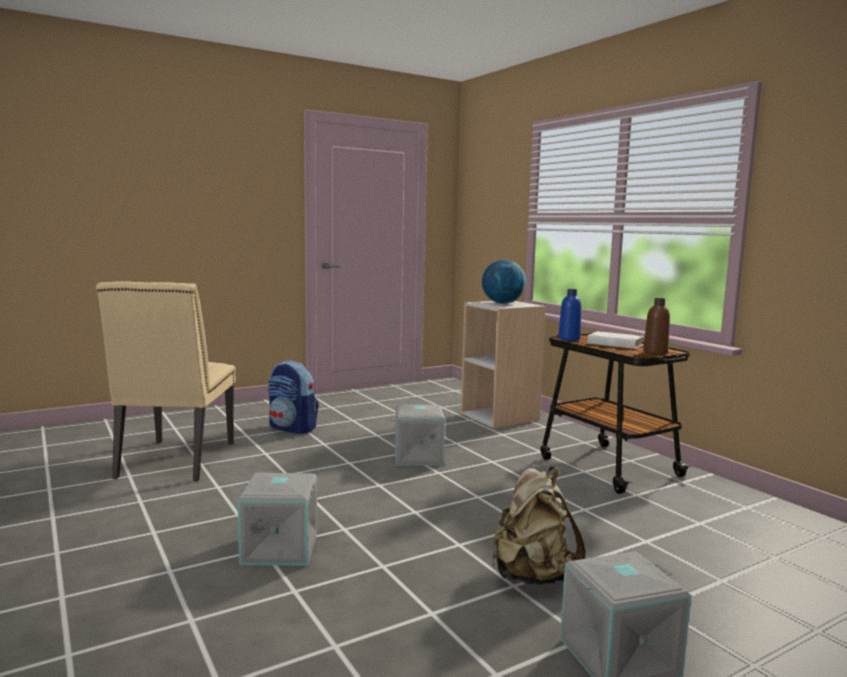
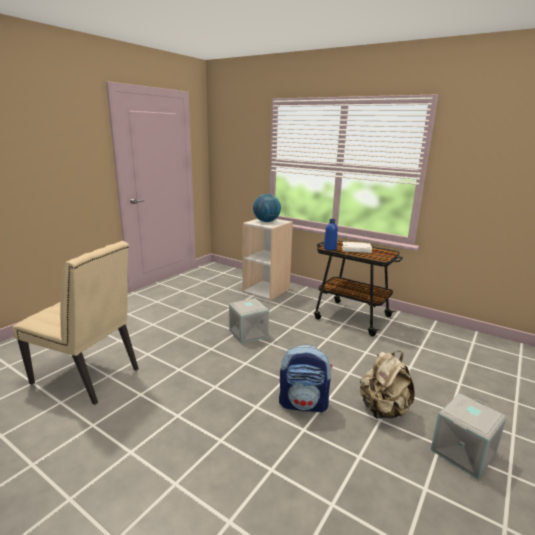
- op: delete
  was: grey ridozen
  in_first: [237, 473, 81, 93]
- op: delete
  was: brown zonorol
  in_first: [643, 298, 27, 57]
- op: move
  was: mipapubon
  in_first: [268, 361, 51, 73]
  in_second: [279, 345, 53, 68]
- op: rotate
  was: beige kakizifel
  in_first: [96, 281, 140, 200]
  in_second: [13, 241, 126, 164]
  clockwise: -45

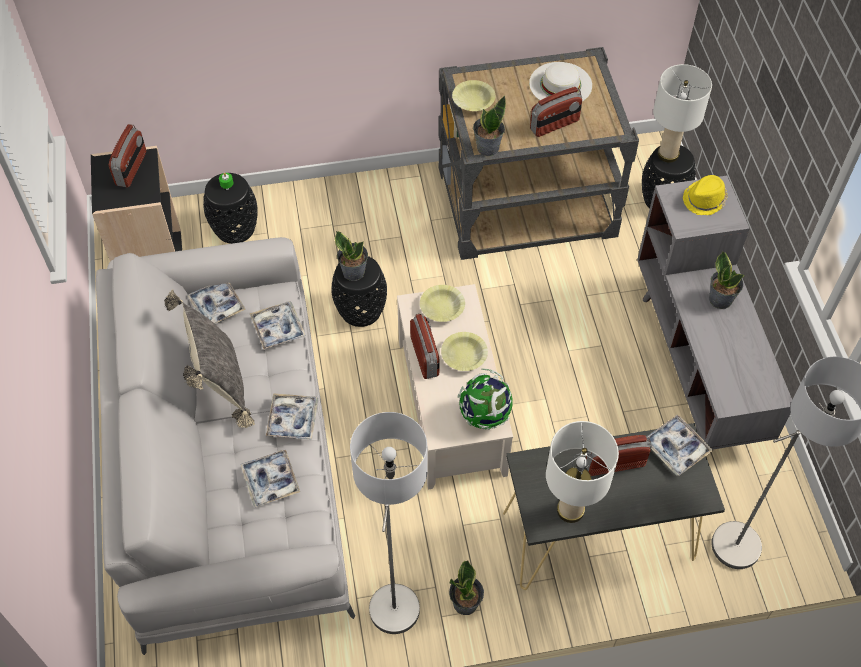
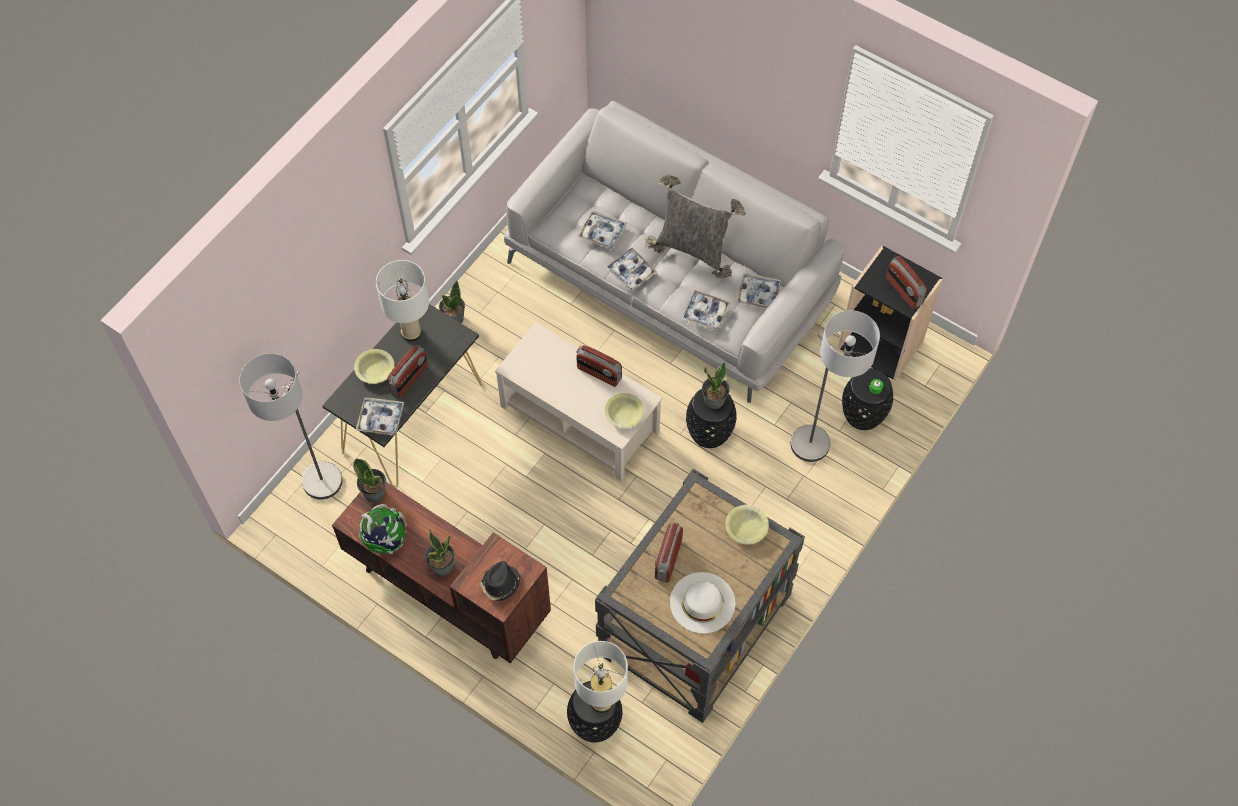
- op: move
  was: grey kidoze
  in_first: [350, 412, 78, 222]
  in_second: [791, 310, 89, 152]
- op: move
  was: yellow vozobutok
  in_first: [441, 332, 47, 39]
  in_second: [354, 349, 41, 35]
- op: move
  was: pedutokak
  in_first: [458, 368, 55, 62]
  in_second: [359, 504, 47, 50]
- op: move
  was: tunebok
  in_first: [473, 96, 33, 60]
  in_second: [353, 458, 33, 45]
- op: recolor
  was: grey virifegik
  now: brown virifegik
  in_first: [637, 176, 155, 274]
  in_second: [332, 482, 219, 182]
- op: recolor
  was: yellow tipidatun
  now: black tipidatun
  in_first: [683, 175, 45, 40]
  in_second: [480, 561, 40, 40]

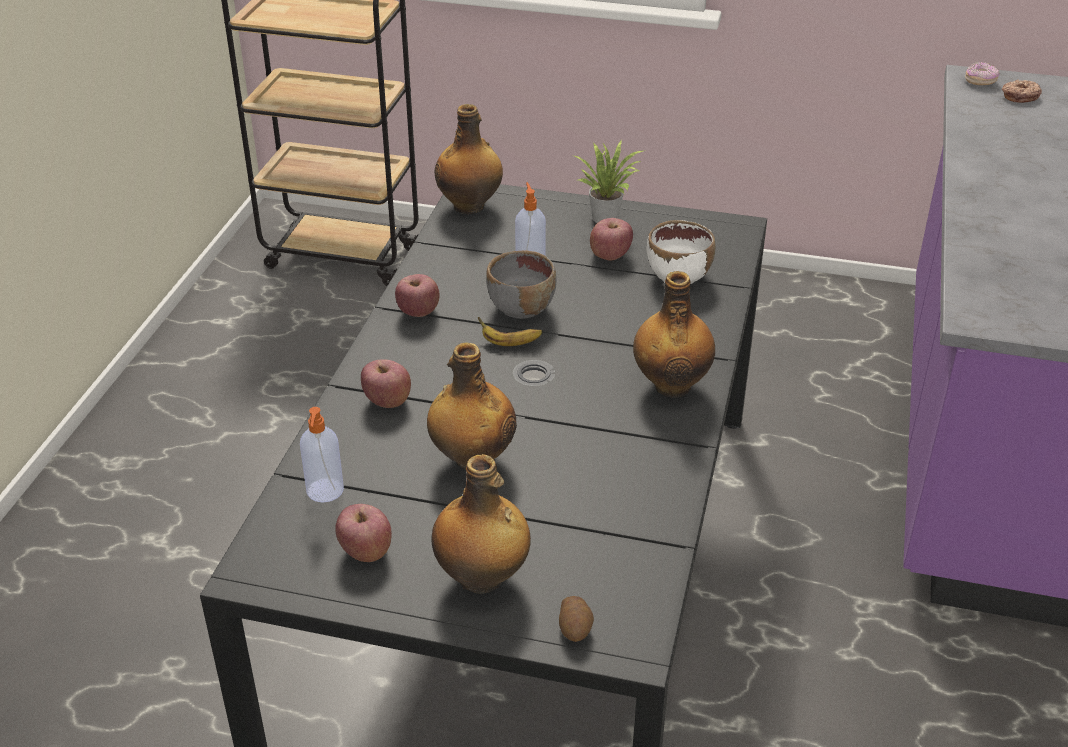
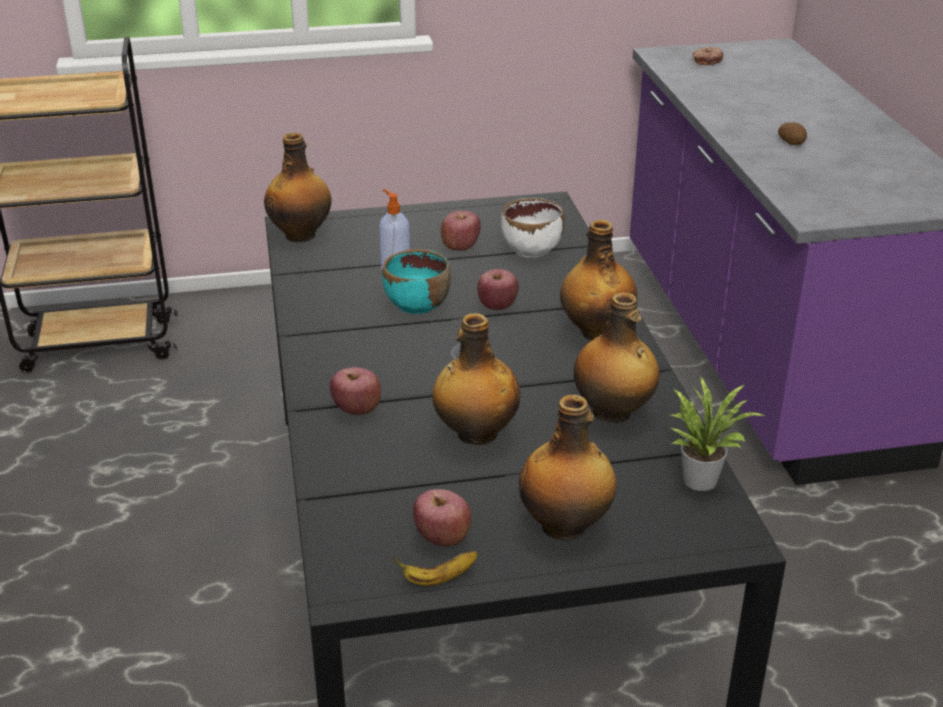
- op: delete
  was: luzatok
  in_first: [300, 407, 44, 96]
- op: delete
  was: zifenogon
  in_first: [965, 62, 35, 23]
- op: insert
  now: zonorol
  in_second: [574, 292, 85, 131]
- op: move
  was: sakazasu
  in_first: [395, 274, 45, 43]
  in_second: [477, 269, 42, 41]
- op: move
  was: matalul
  in_first: [478, 317, 65, 29]
  in_second: [392, 551, 86, 35]
- op: move
  was: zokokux
  in_first: [559, 596, 35, 46]
  in_second: [778, 123, 29, 22]
- op: move
  was: tunebok
  in_first: [575, 141, 68, 82]
  in_second: [671, 377, 95, 114]
- op: recolor
  was: grey vozobutok
  now: turquoise vozobutok
  in_first: [486, 250, 70, 69]
  in_second: [382, 249, 69, 65]

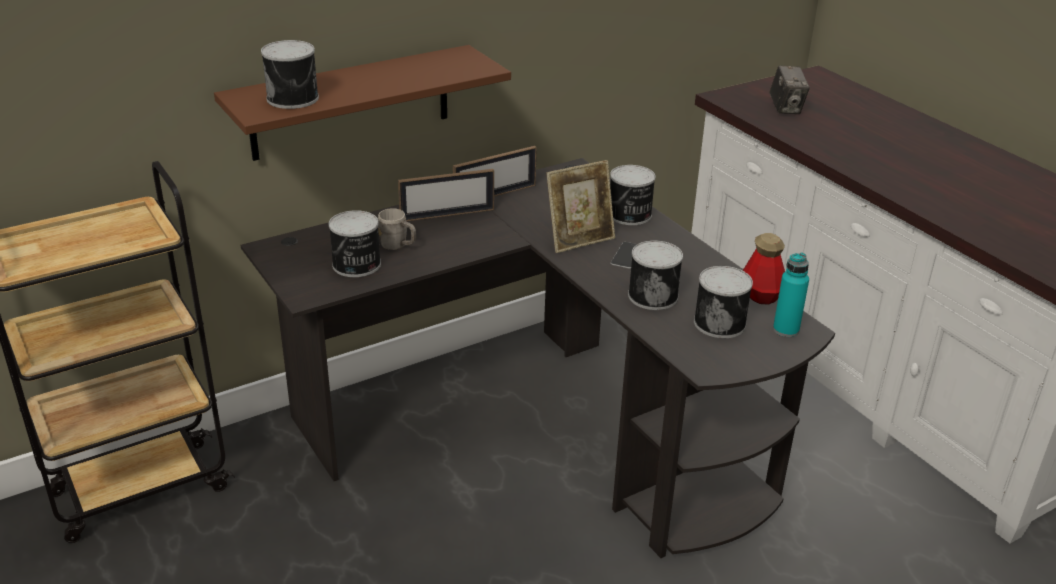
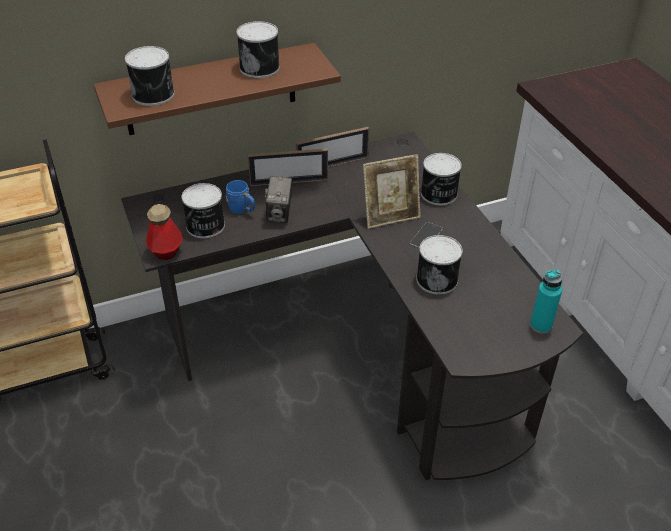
- op: move
  was: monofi
  in_first: [694, 266, 59, 72]
  in_second: [237, 21, 43, 57]
- op: move
  was: zonorol
  in_first: [743, 233, 42, 72]
  in_second: [146, 204, 37, 56]
- op: move
  was: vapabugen
  in_first: [769, 65, 41, 49]
  in_second: [265, 176, 27, 47]
- op: recolor
  was: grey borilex
  now: blue borilex
  in_first: [378, 208, 38, 42]
  in_second: [226, 180, 29, 34]

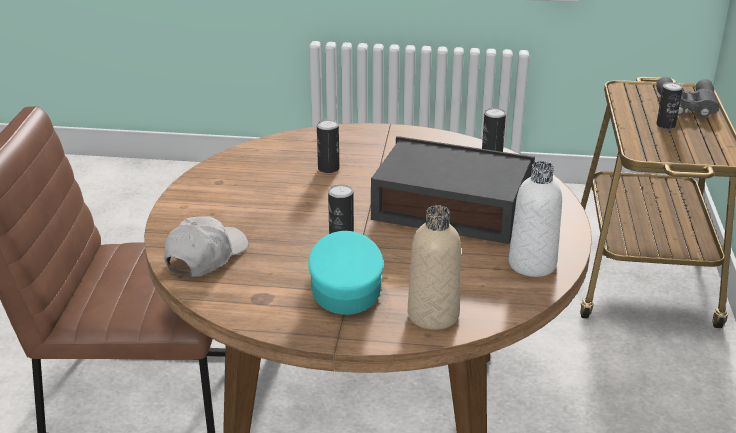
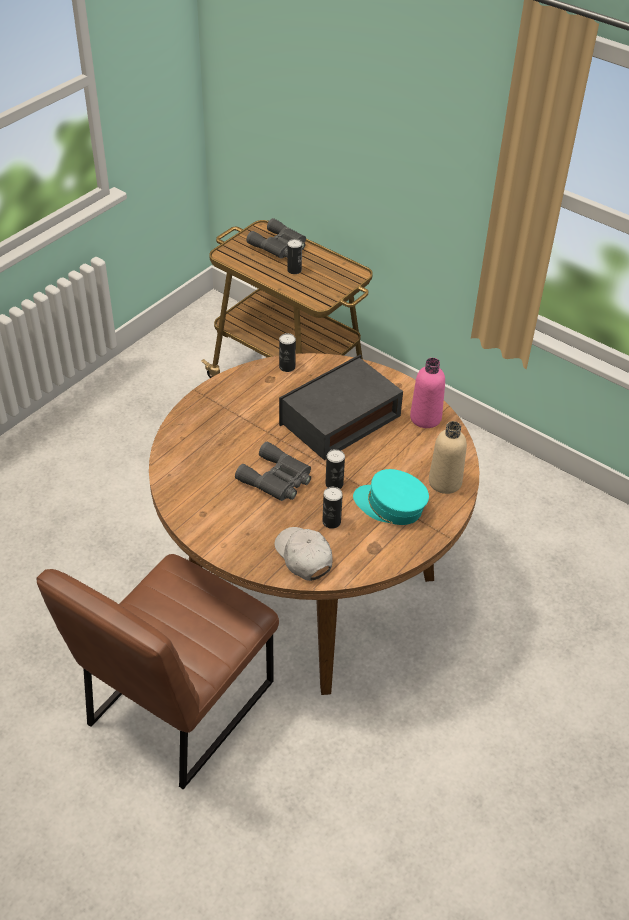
- op: insert
  now: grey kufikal
  in_second: [235, 442, 76, 59]
- op: move
  was: monofi
  in_first: [317, 119, 22, 54]
  in_second: [322, 487, 21, 42]
- op: recolor
  was: white zonorol
  now: pink zonorol
  in_first: [509, 161, 53, 116]
  in_second: [410, 358, 35, 70]

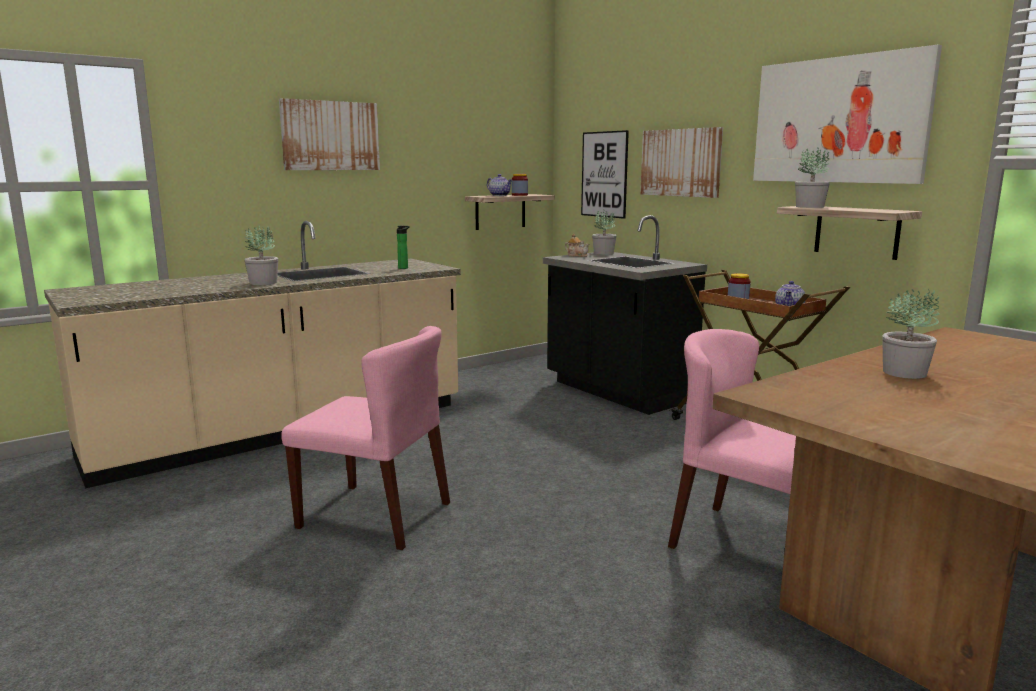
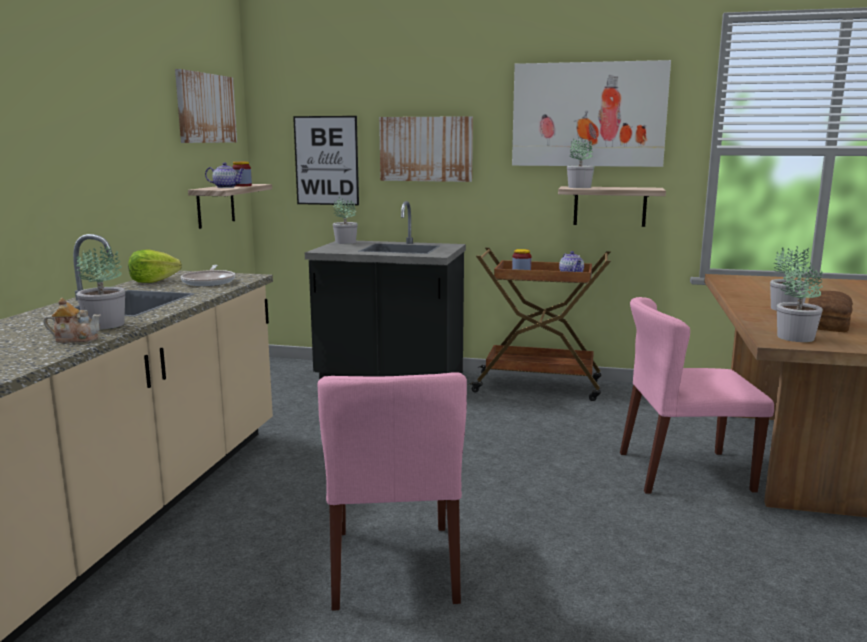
- op: insert
  now: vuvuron
  in_second: [128, 249, 54, 34]
- op: insert
  now: tunebok
  in_second: [777, 262, 46, 80]
- op: insert
  now: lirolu
  in_second: [808, 291, 45, 41]
- op: move
  was: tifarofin
  in_first: [279, 98, 101, 72]
  in_second: [175, 69, 62, 74]
- op: move
  was: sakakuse
  in_first: [565, 234, 24, 23]
  in_second: [43, 298, 58, 45]
- op: replace
  was: zonorol
  now: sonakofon
  in_first: [397, 226, 13, 43]
  in_second: [181, 265, 54, 21]
- op: rotate
  was: pink kakizifel
  in_first: [281, 326, 169, 224]
  in_second: [318, 372, 149, 239]
  clockwise: 105

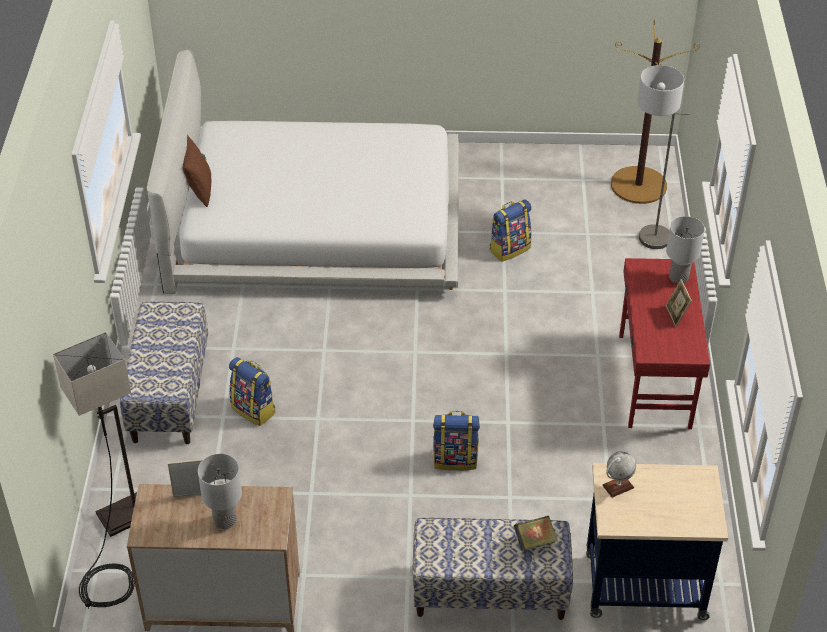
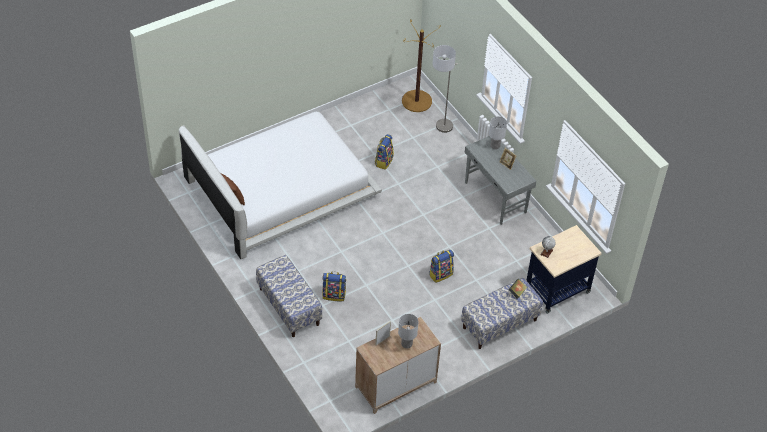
- op: delete
  was: kidoze
  in_first: [53, 332, 84, 277]
- op: recolor
  was: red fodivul
  now: grey fodivul
  in_first: [619, 258, 91, 171]
  in_second: [465, 136, 71, 89]

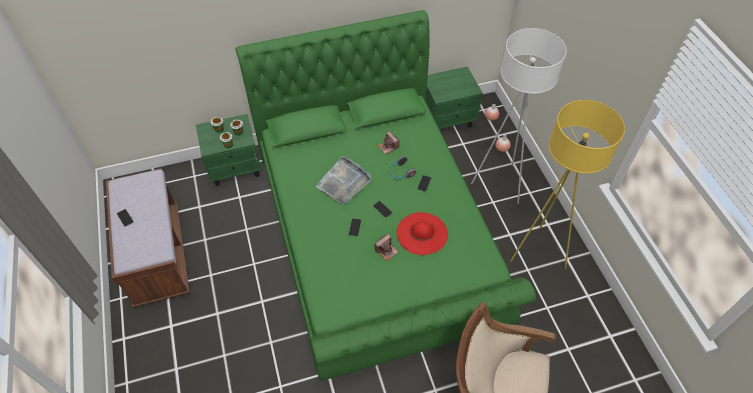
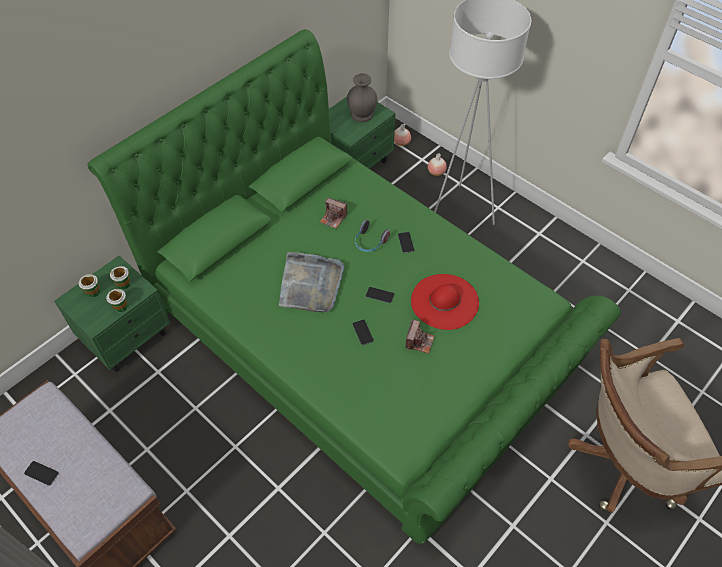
- op: delete
  was: yellow kidoze
  in_first: [510, 100, 115, 169]
- op: insert
  now: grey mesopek
  in_second: [347, 73, 30, 49]

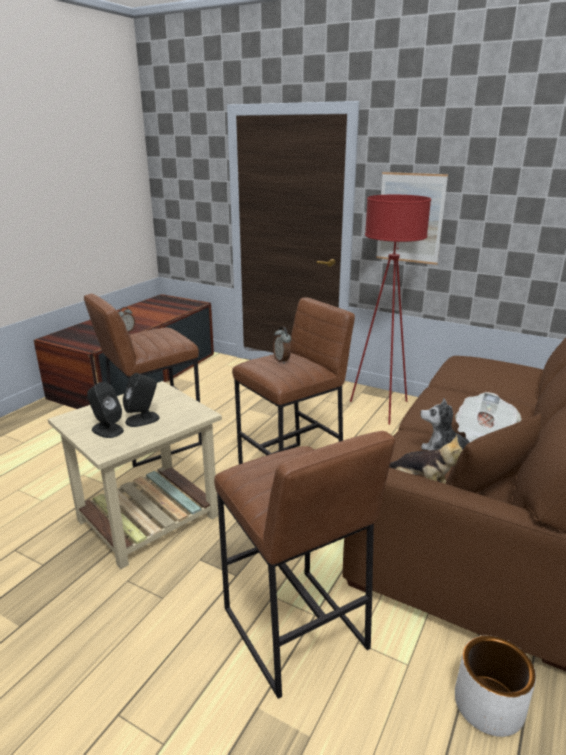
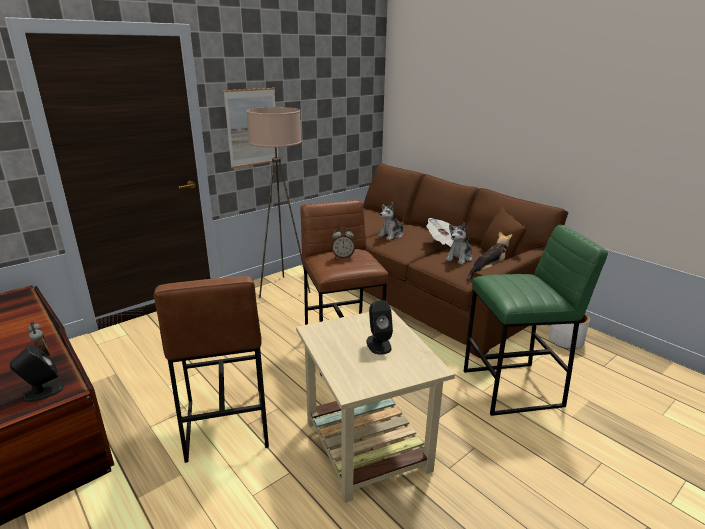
- op: insert
  now: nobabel
  in_second: [378, 203, 26, 37]
- op: move
  was: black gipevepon
  in_first: [87, 382, 37, 56]
  in_second: [10, 345, 54, 57]
- op: recolor
  was: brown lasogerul
  now: green lasogerul
  in_first: [214, 431, 181, 268]
  in_second: [464, 225, 144, 191]
- op: recolor
  was: red kidoze
  now: beige kidoze
  in_first: [350, 195, 81, 230]
  in_second: [246, 107, 64, 191]

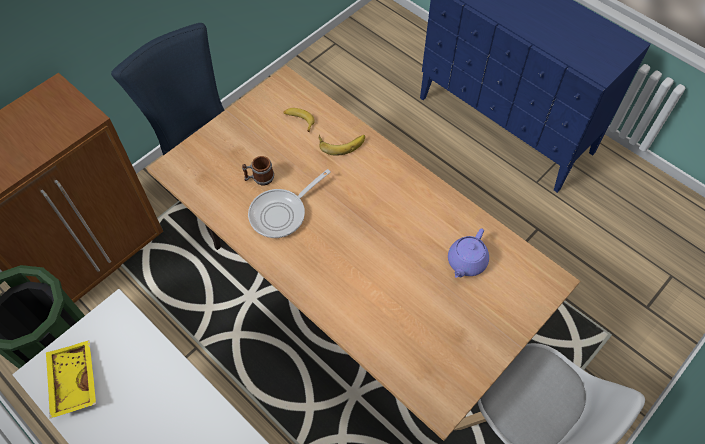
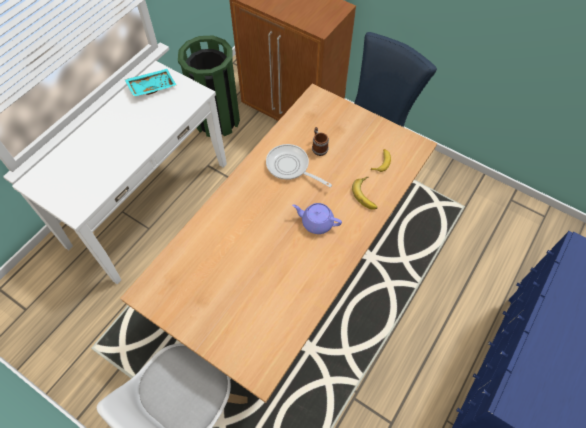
- op: move
  was: purple sakakuse
  in_first: [448, 228, 41, 50]
  in_second: [292, 203, 50, 31]
- op: recolor
  was: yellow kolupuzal
  now: turquoise kolupuzal
  in_first: [46, 340, 50, 78]
  in_second: [125, 69, 52, 28]

